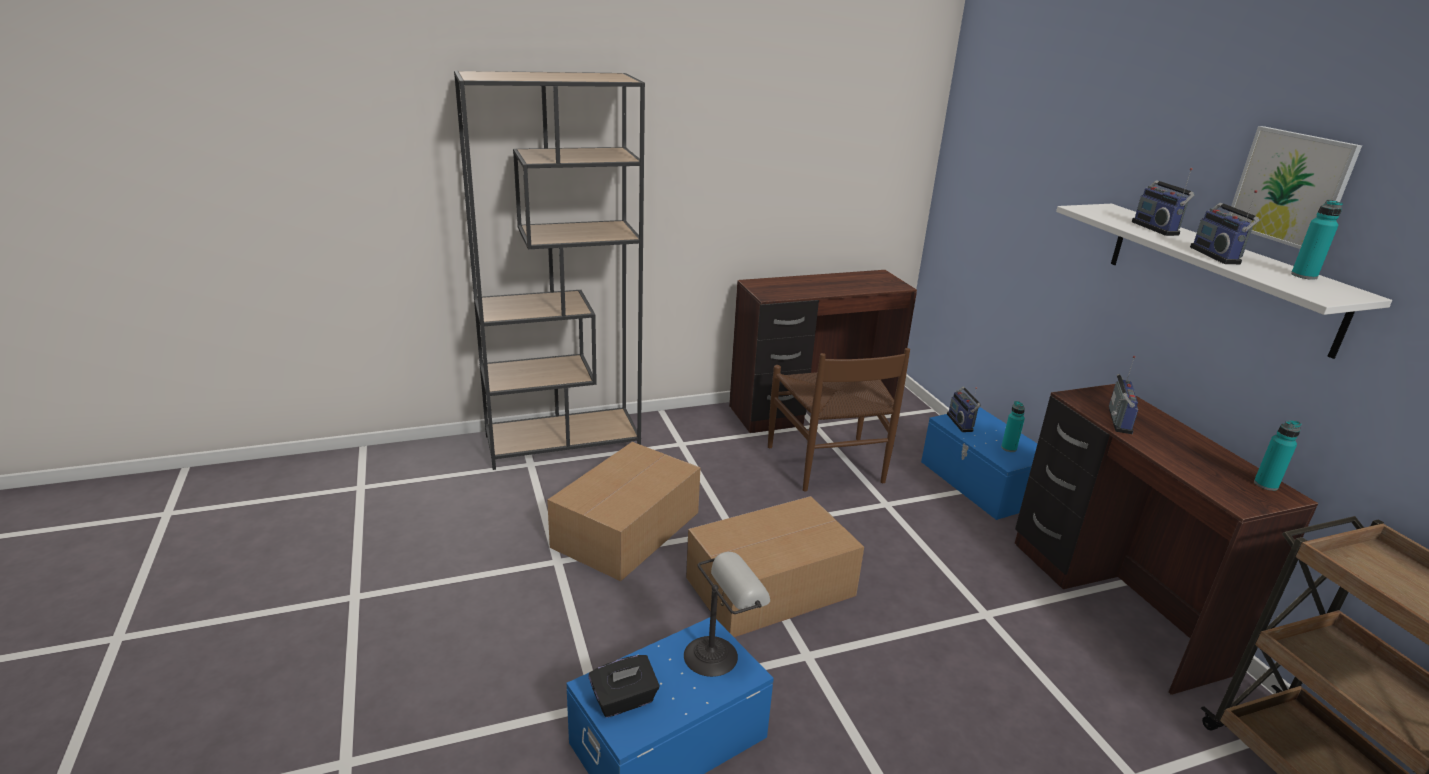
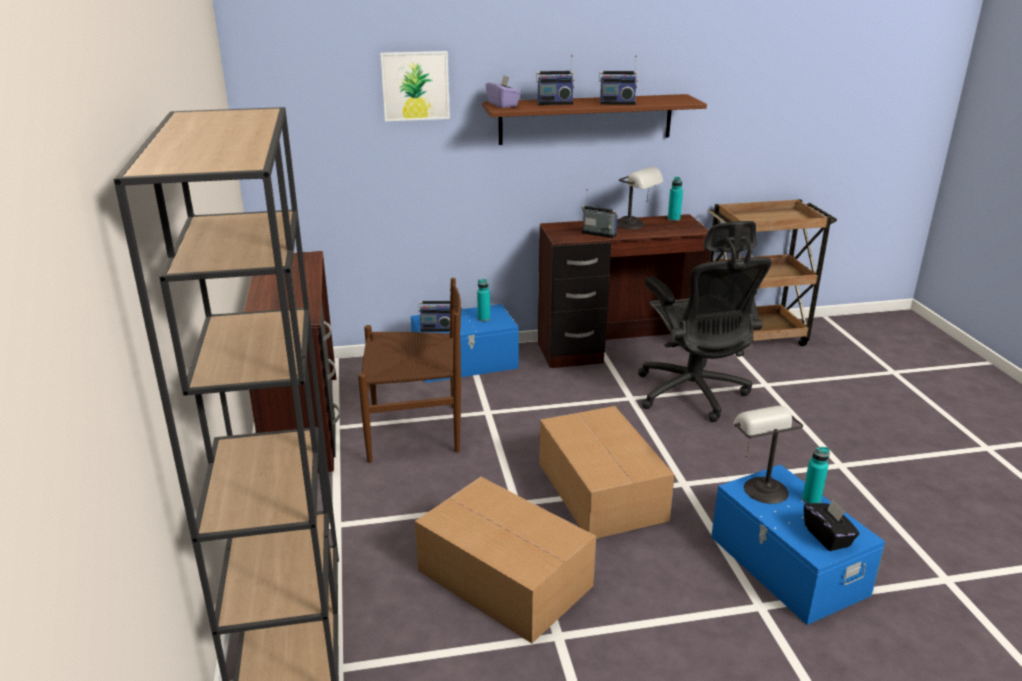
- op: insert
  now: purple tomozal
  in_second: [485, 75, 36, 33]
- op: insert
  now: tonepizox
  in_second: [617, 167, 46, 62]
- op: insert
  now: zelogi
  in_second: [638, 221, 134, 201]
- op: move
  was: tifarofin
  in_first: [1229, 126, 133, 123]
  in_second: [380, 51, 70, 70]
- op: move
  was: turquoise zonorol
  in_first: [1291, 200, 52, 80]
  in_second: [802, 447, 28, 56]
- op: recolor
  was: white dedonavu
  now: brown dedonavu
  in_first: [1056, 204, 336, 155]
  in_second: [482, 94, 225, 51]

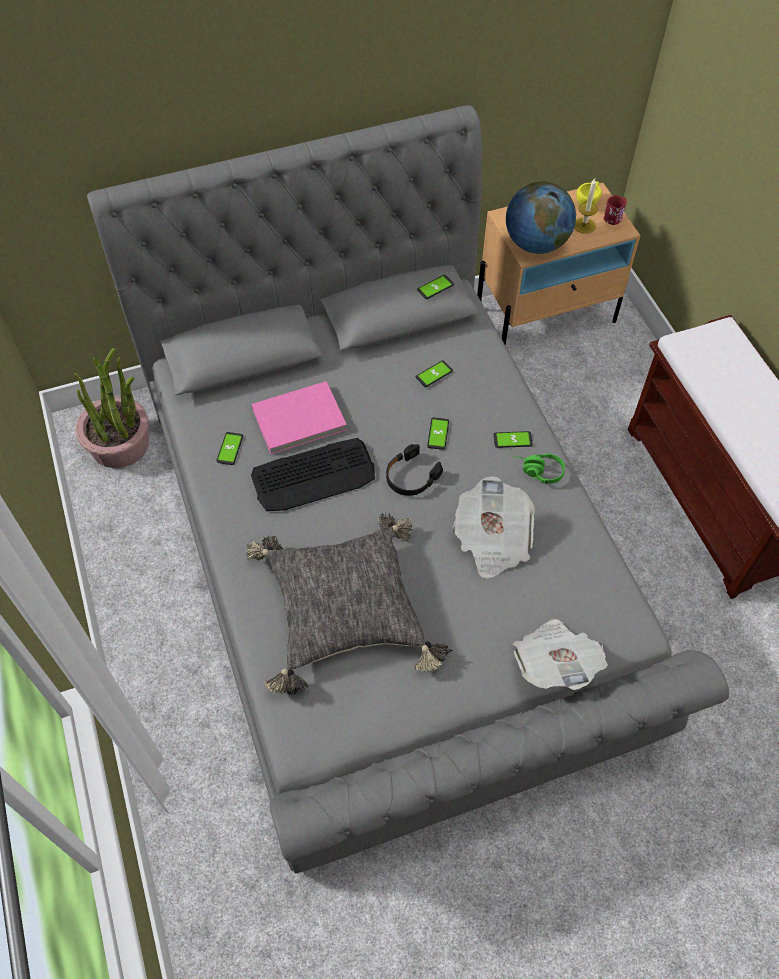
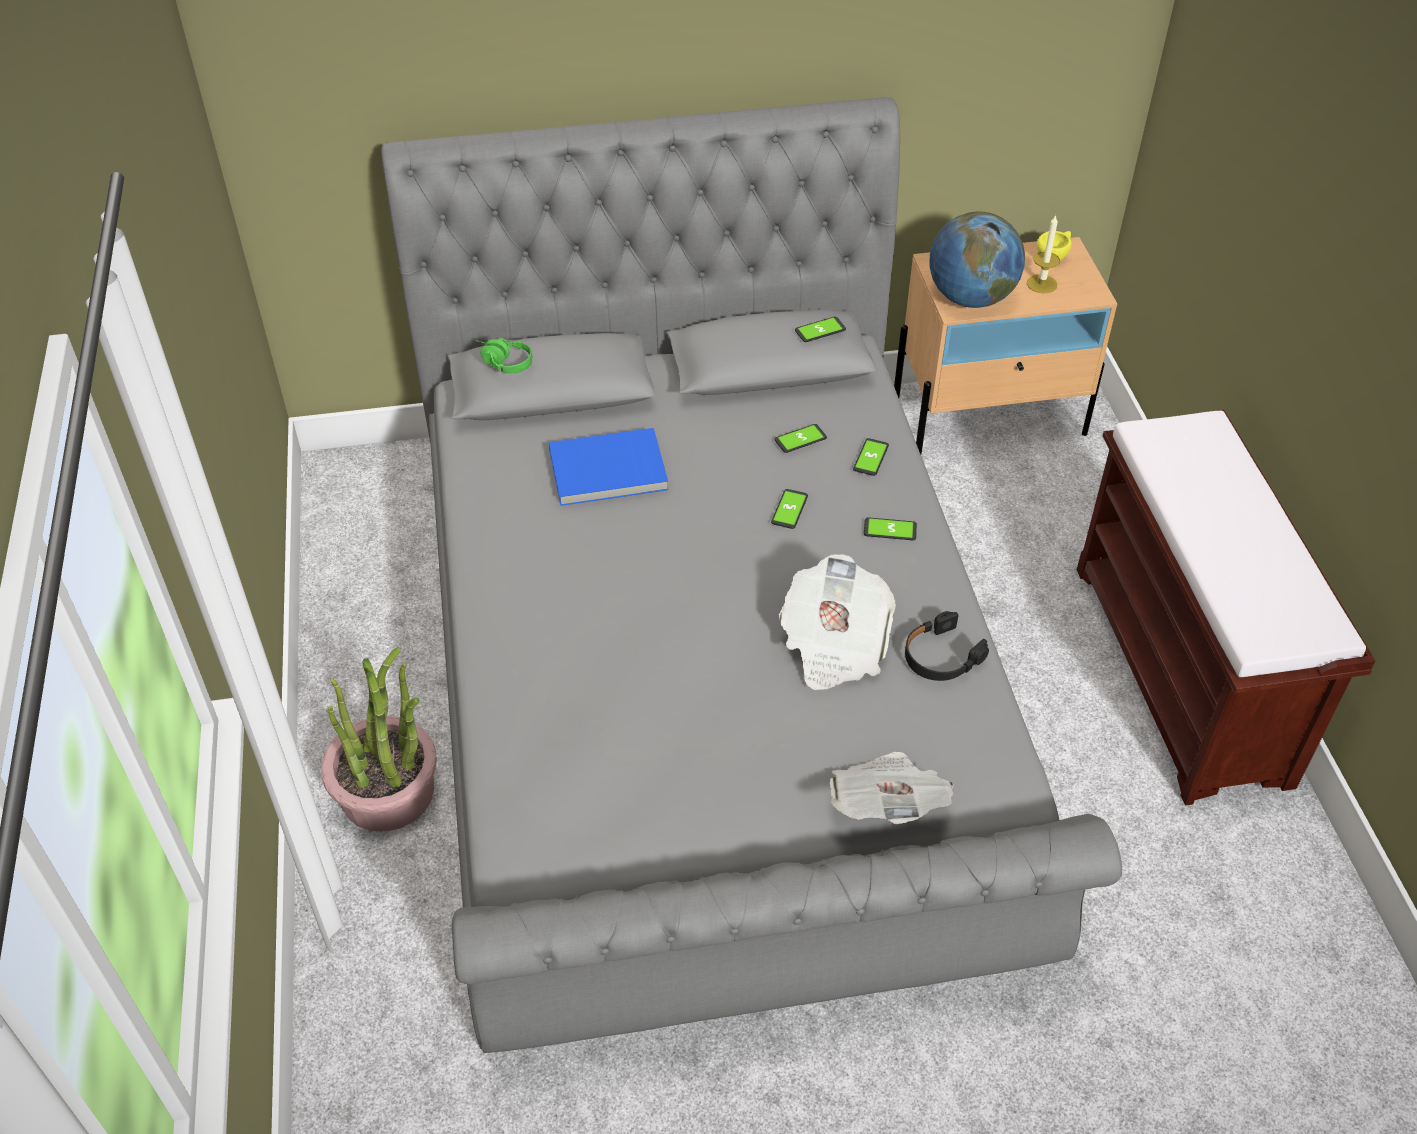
- op: delete
  was: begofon
  in_first: [246, 513, 206, 182]
- op: delete
  was: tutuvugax
  in_first: [251, 438, 124, 73]
- op: delete
  was: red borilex
  in_first: [604, 195, 23, 30]
- op: move
  was: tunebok
  in_first: [74, 348, 75, 120]
  in_second: [321, 647, 116, 185]
- op: move
  was: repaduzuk
  in_first: [217, 432, 26, 33]
  in_second: [853, 438, 36, 38]
- op: move
  was: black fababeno
  in_first: [386, 444, 57, 52]
  in_second: [905, 611, 84, 70]
- op: move
  was: green fababeno
  in_first: [514, 453, 51, 31]
  in_second: [476, 338, 56, 35]
- op: recolor
  was: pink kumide
  now: blue kumide
  in_first: [251, 381, 96, 73]
  in_second: [549, 428, 119, 78]

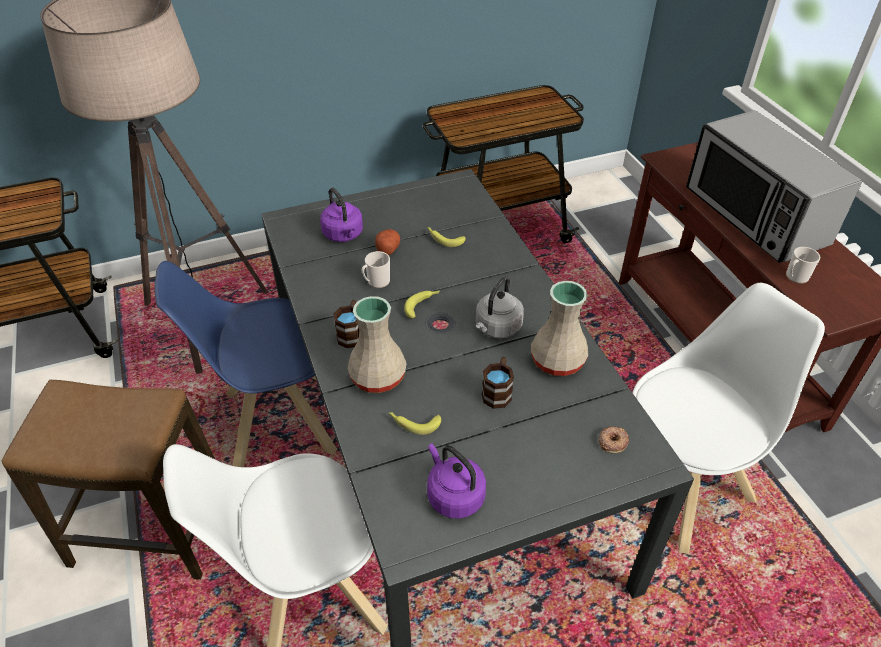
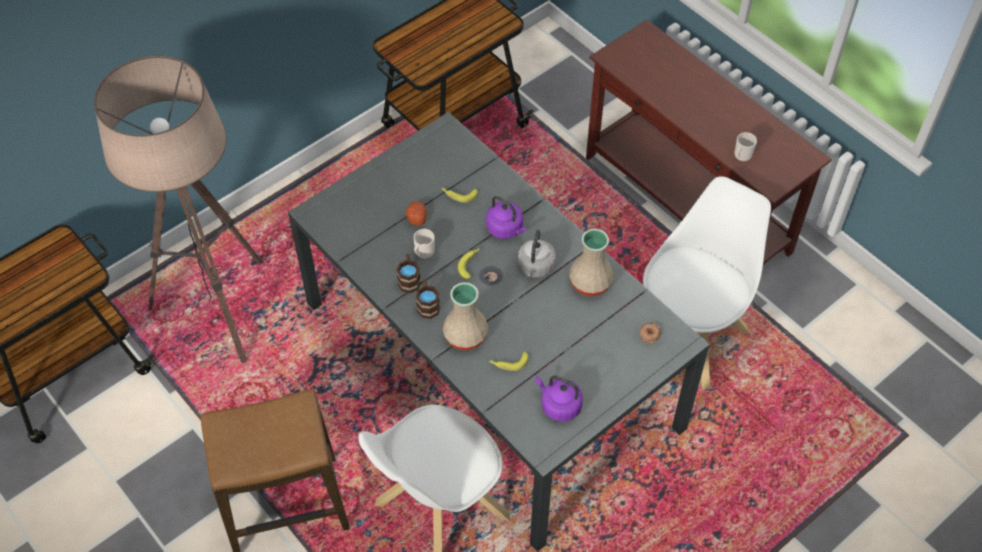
- op: delete
  was: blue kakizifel
  in_first: [154, 261, 183, 206]
- op: delete
  was: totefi
  in_first: [686, 110, 176, 153]
- op: move
  was: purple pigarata
  in_first: [320, 187, 43, 55]
  in_second: [486, 196, 41, 43]
- op: move
  was: brown borilex
  in_first: [482, 357, 32, 52]
  in_second: [397, 254, 24, 39]

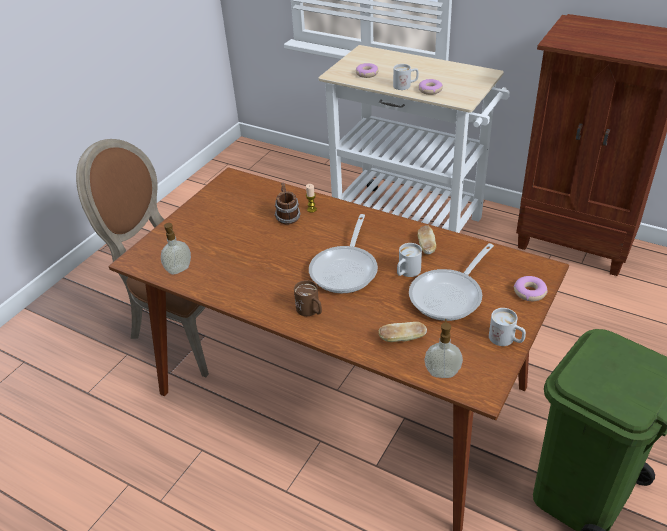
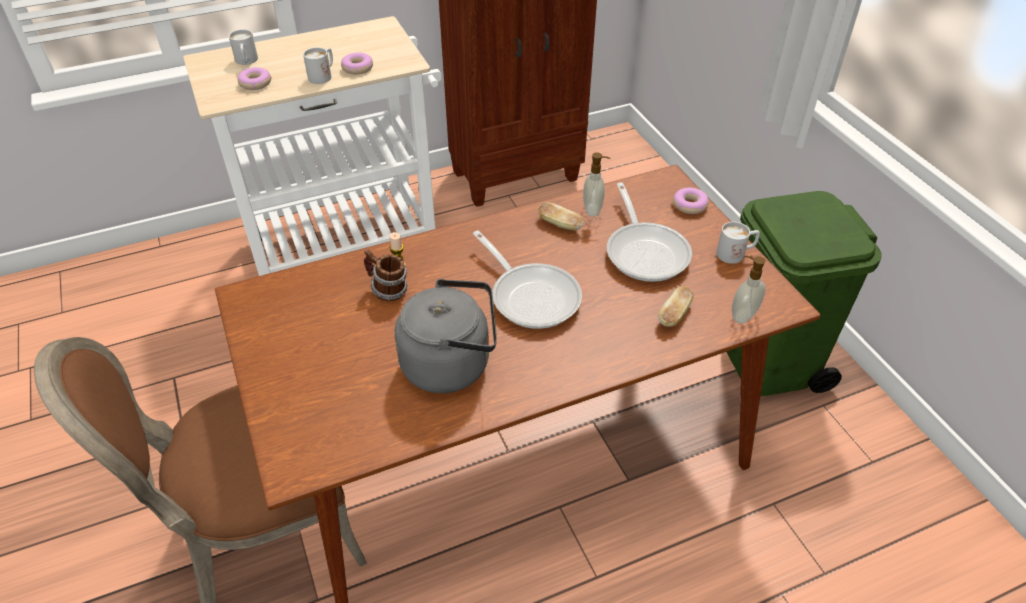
- op: delete
  was: brown borilex
  in_first: [294, 280, 28, 36]
- op: insert
  now: grey pigarata
  in_second: [395, 279, 102, 114]
- op: move
  was: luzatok
  in_first: [161, 223, 30, 51]
  in_second: [583, 152, 27, 65]
- op: move
  was: white borilex
  in_first: [397, 243, 25, 34]
  in_second: [229, 29, 29, 36]

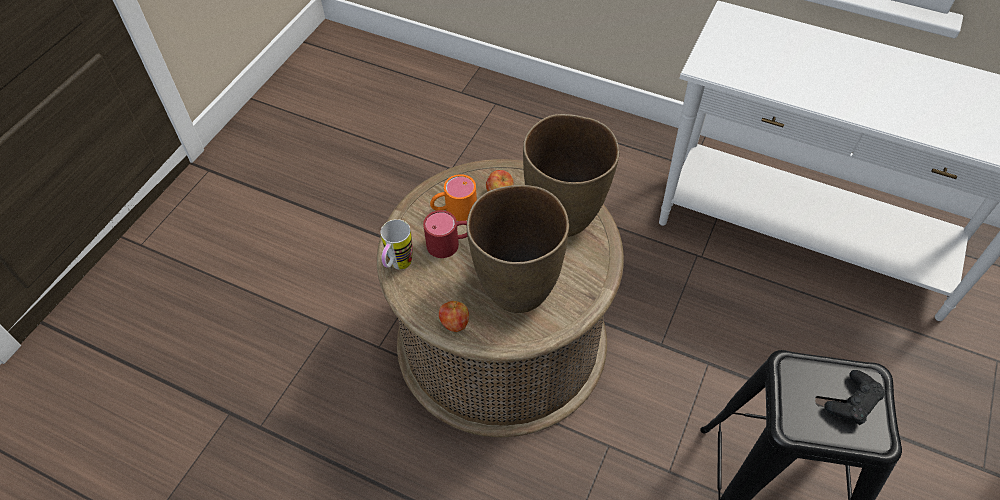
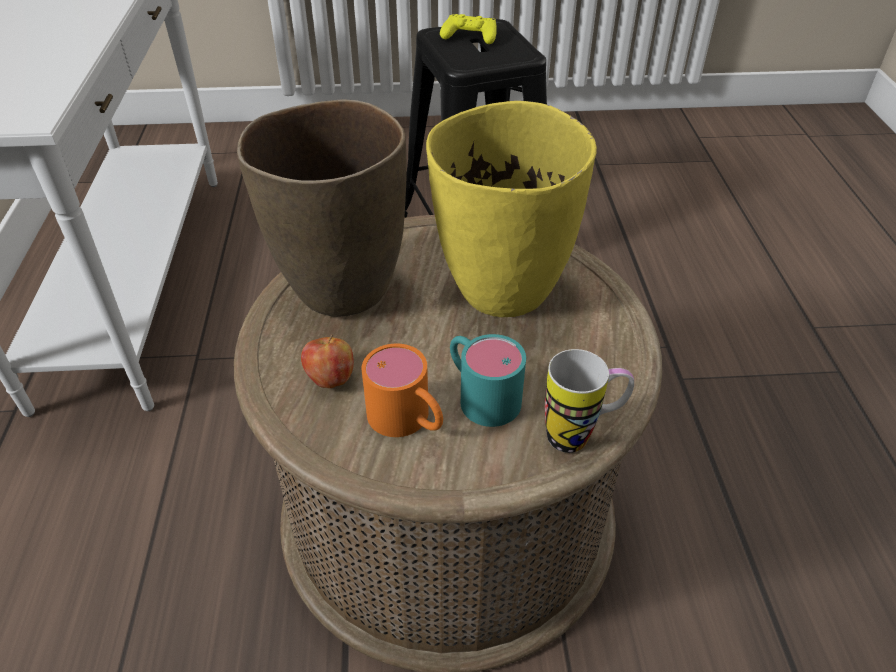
- op: delete
  was: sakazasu
  in_first: [439, 301, 30, 31]
- op: recolor
  was: red borilex
  now: turquoise borilex
  in_first: [423, 210, 45, 48]
  in_second: [450, 334, 76, 93]
- op: recolor
  was: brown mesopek
  now: yellow mesopek
  in_first: [467, 185, 102, 128]
  in_second: [426, 101, 171, 216]
- op: recolor
  was: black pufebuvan
  now: yellow pufebuvan
  in_first: [824, 370, 61, 55]
  in_second: [440, 14, 57, 30]

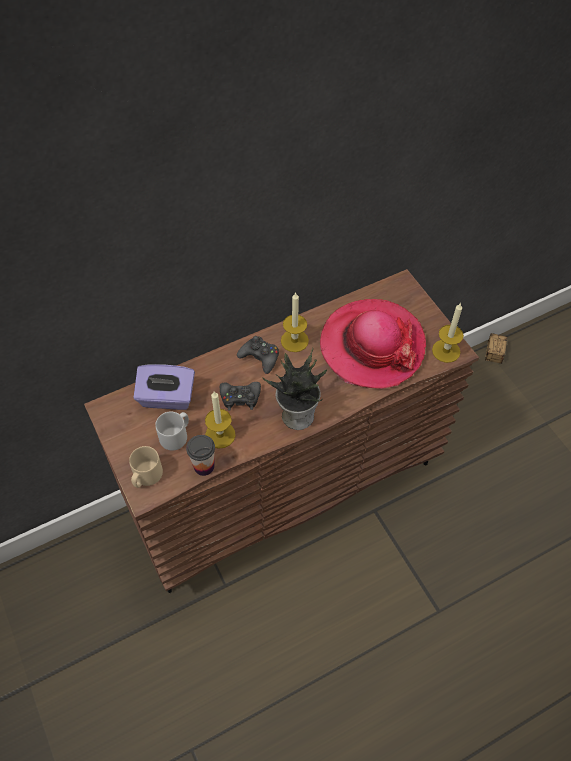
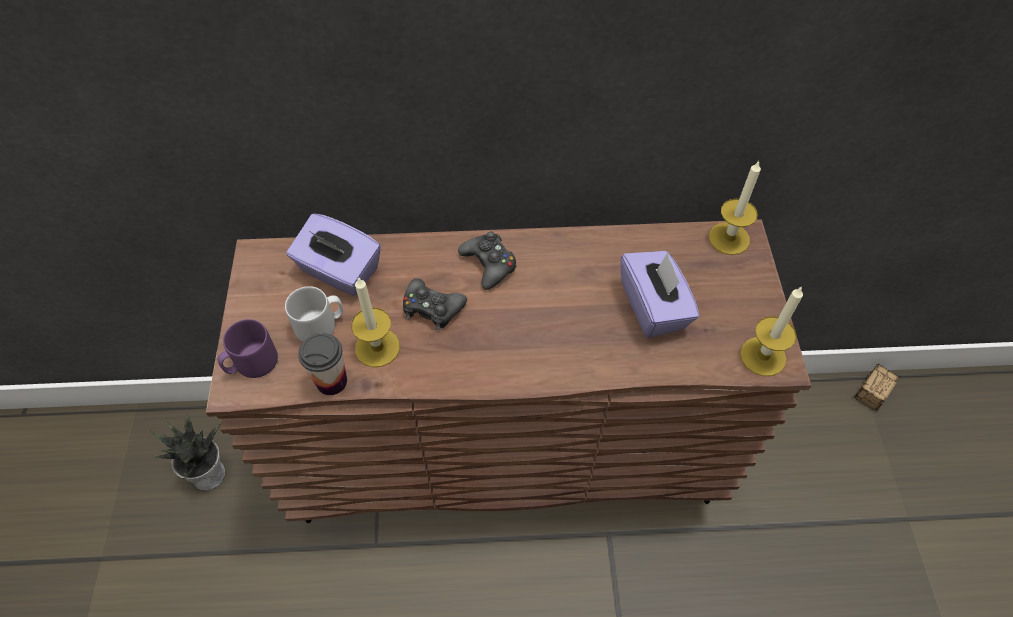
- op: move
  was: tunebok
  in_first: [262, 348, 65, 82]
  in_second: [149, 415, 76, 75]
- op: move
  was: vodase
  in_first: [281, 292, 28, 60]
  in_second: [709, 161, 52, 94]
- op: replace
  was: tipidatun
  now: purple tomozal
  in_first: [320, 299, 106, 90]
  in_second: [621, 251, 79, 87]
- op: recolor
  was: beige borilex
  now: purple borilex
  in_first: [129, 446, 34, 42]
  in_second: [218, 319, 60, 59]

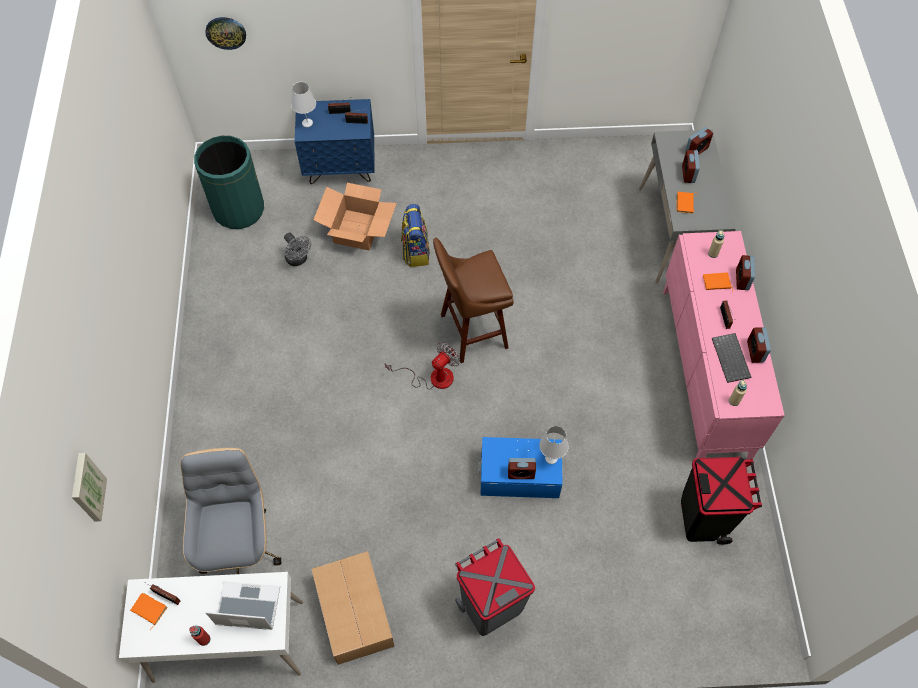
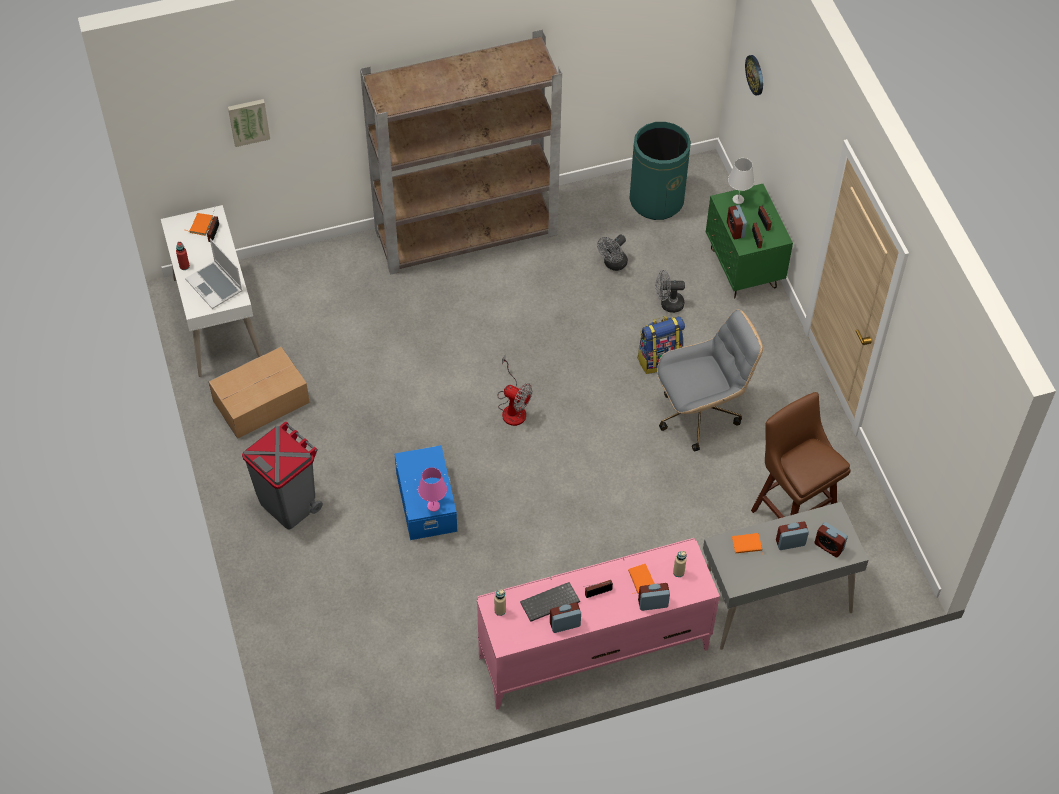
- op: delete
  was: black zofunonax
  in_first: [681, 457, 81, 88]
- op: insert
  now: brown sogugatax
  in_second: [360, 29, 202, 246]
- op: move
  was: grey zelogi
  in_first: [180, 448, 101, 126]
  in_second: [657, 309, 106, 143]
- op: move
  was: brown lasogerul
  in_first: [433, 238, 81, 125]
  in_second: [751, 392, 100, 126]
- op: move
  was: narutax
  in_first: [508, 458, 28, 21]
  in_second: [727, 205, 20, 34]
- op: replace
  was: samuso
  now: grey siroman
  in_first: [313, 183, 84, 67]
  in_second: [656, 270, 29, 43]
- op: recolor
  was: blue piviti
  now: green piviti
  in_first: [295, 99, 80, 85]
  in_second: [706, 184, 87, 114]
- op: recolor
  was: white tonepizox
  now: pink tonepizox
  in_first: [539, 426, 30, 38]
  in_second: [418, 467, 29, 45]
- op: rotate
  was: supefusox
  in_first: [205, 581, 75, 49]
  in_second: [185, 238, 58, 71]
  clockwise: 150

